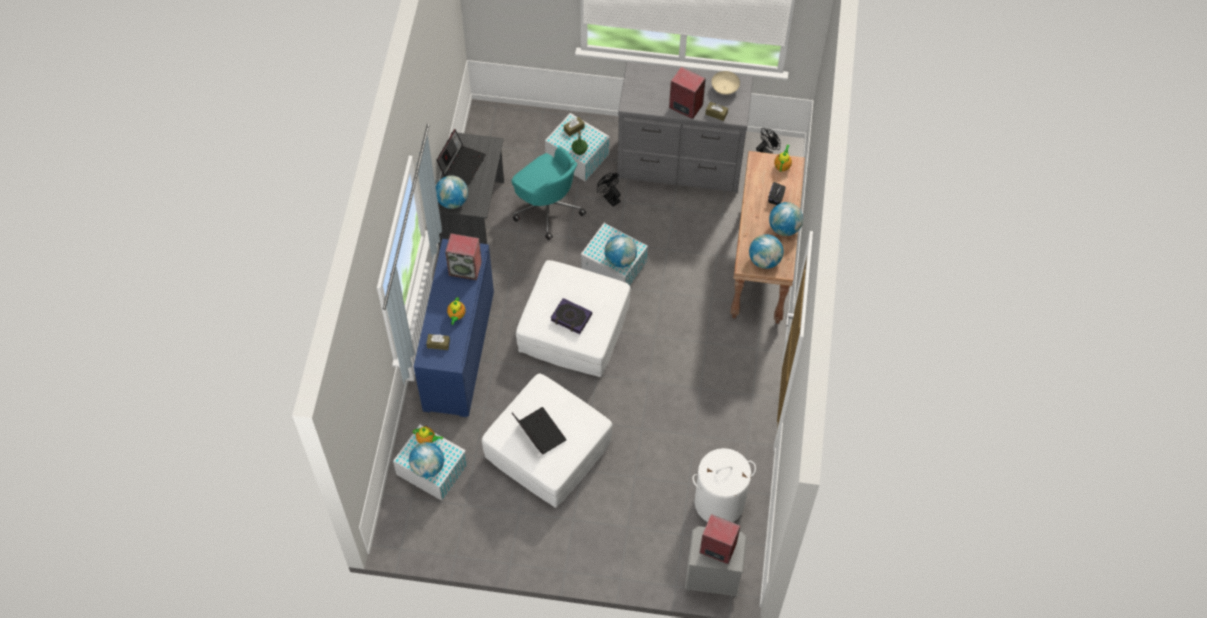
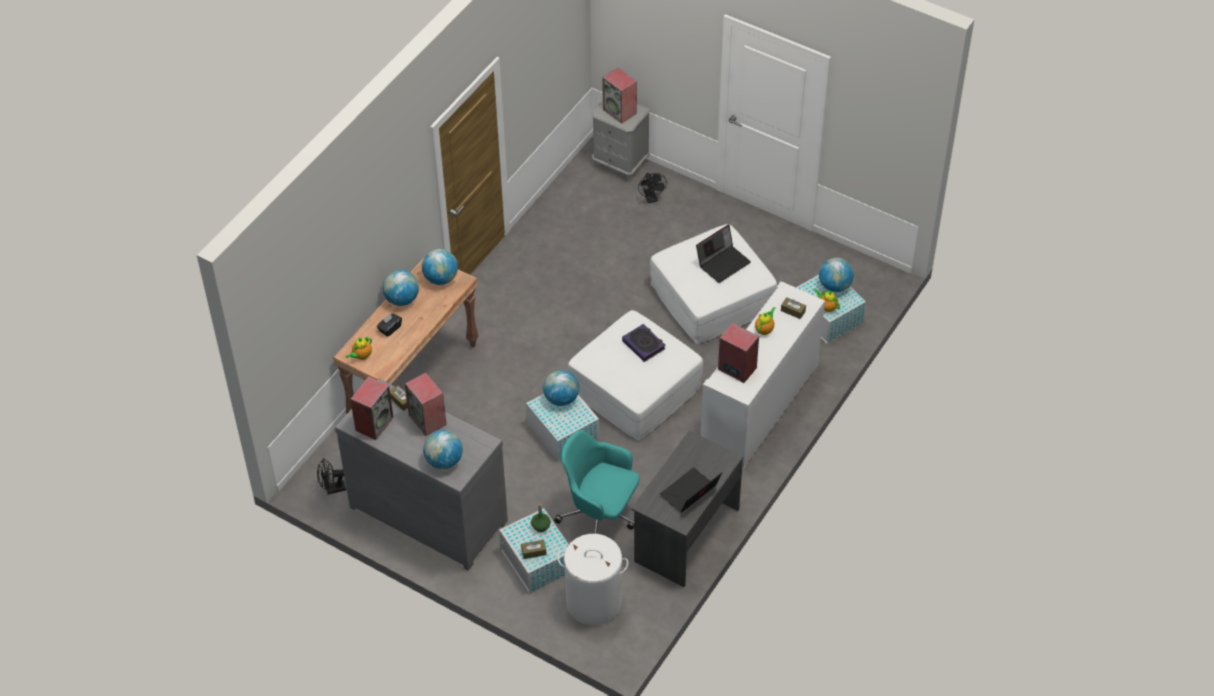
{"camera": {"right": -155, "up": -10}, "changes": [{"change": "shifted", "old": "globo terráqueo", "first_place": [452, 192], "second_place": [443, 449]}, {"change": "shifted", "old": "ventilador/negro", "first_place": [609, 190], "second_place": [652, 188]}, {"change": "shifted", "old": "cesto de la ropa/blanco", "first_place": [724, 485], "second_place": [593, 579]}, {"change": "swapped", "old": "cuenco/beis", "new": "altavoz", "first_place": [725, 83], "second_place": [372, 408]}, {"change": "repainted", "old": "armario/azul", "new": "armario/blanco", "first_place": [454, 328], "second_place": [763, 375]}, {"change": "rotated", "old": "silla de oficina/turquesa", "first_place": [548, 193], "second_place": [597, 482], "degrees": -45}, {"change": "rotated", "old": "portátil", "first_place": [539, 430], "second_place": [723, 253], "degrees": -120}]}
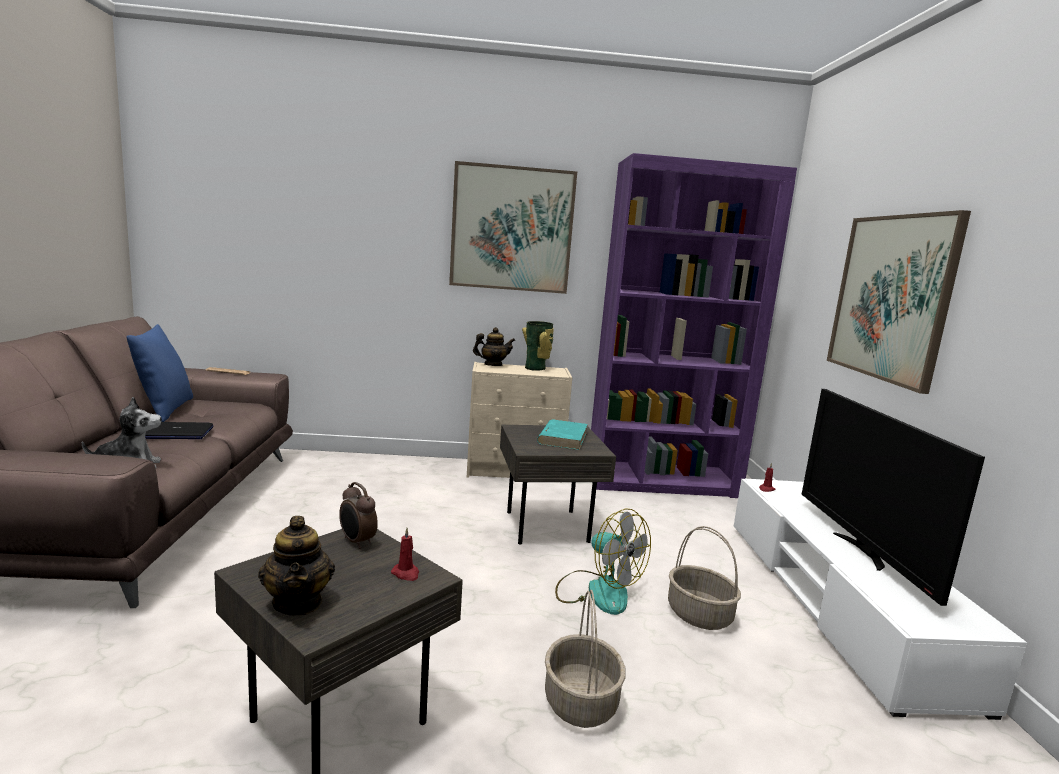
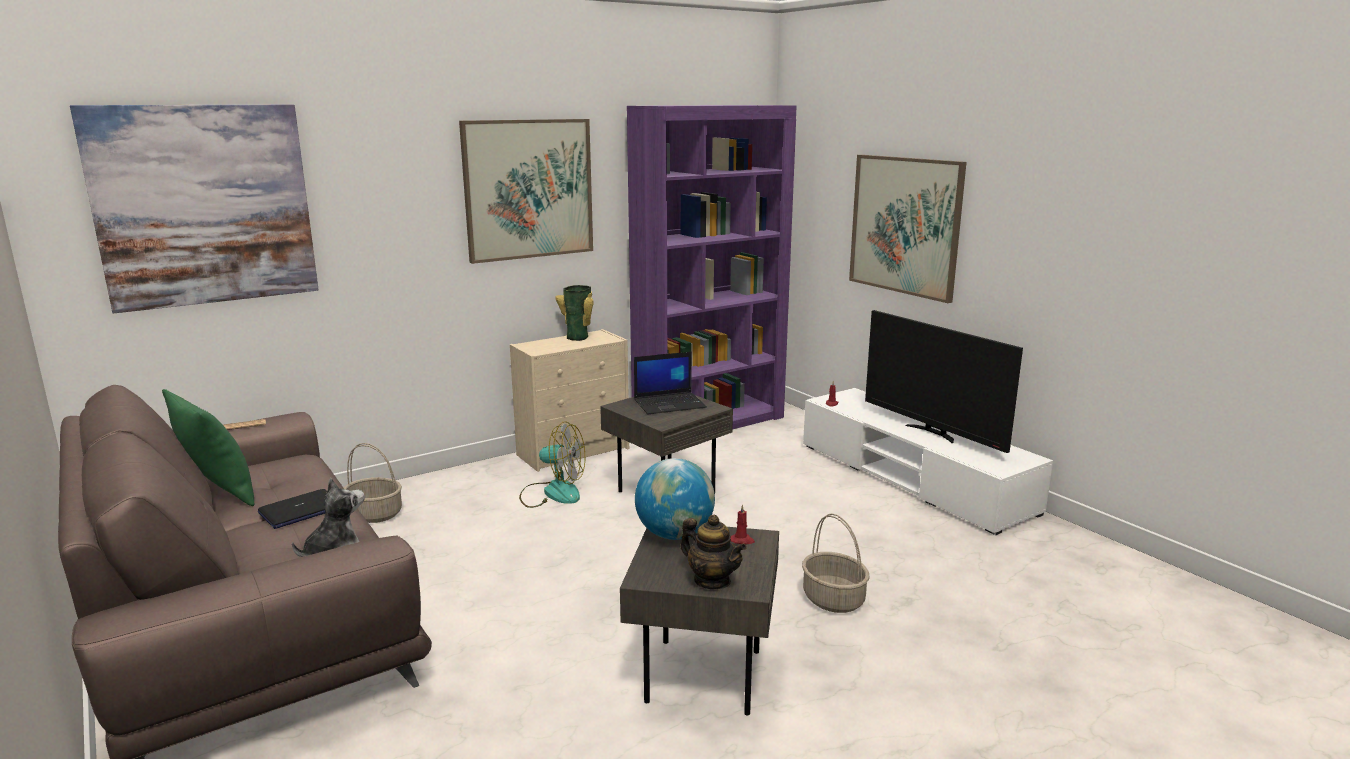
{"camera": {"right": -30, "up": 5}, "changes": [{"change": "gone", "old": "tetera", "first_place": [494, 346]}, {"change": "new", "new": "cuadro", "second_place": [194, 209]}, {"change": "shifted", "old": "ventilador", "first_place": [603, 561], "second_place": [552, 465]}, {"change": "shifted", "old": "cesta", "first_place": [704, 578], "second_place": [373, 483]}, {"change": "swapped", "old": "despertador", "new": "globo terráqueo", "first_place": [358, 515], "second_place": [675, 499]}, {"change": "swapped", "old": "libro/turquesa", "new": "portátil", "first_place": [562, 435], "second_place": [670, 383]}, {"change": "repainted", "old": "cojín/azul", "new": "cojín/verde", "first_place": [159, 373], "second_place": [208, 447]}]}
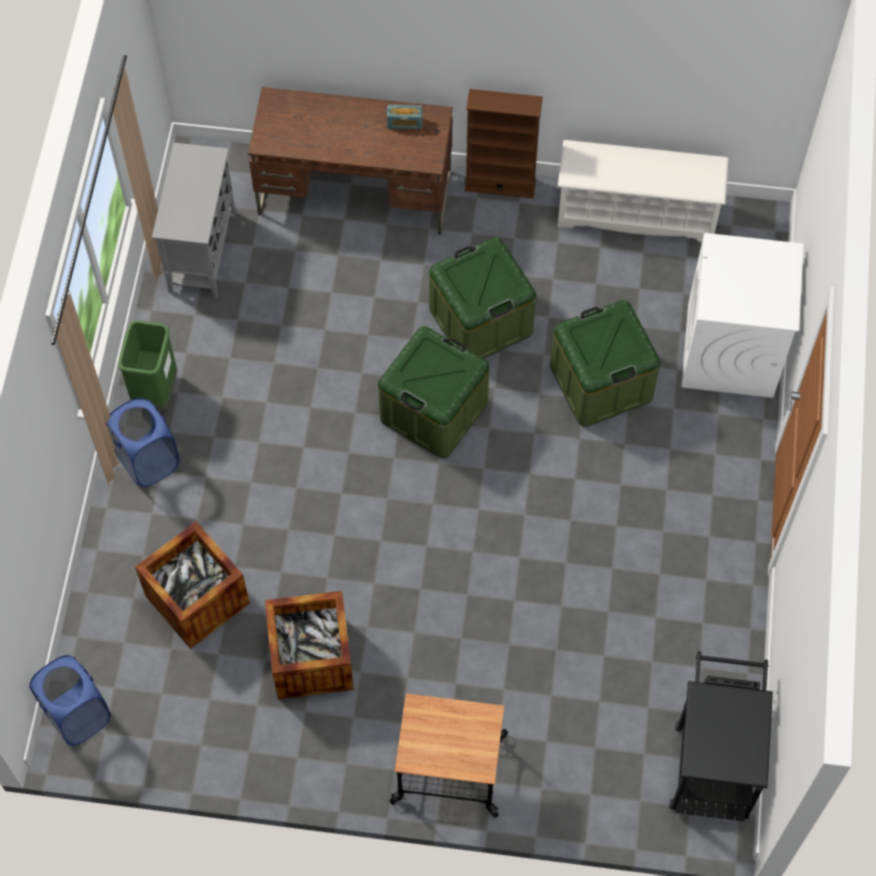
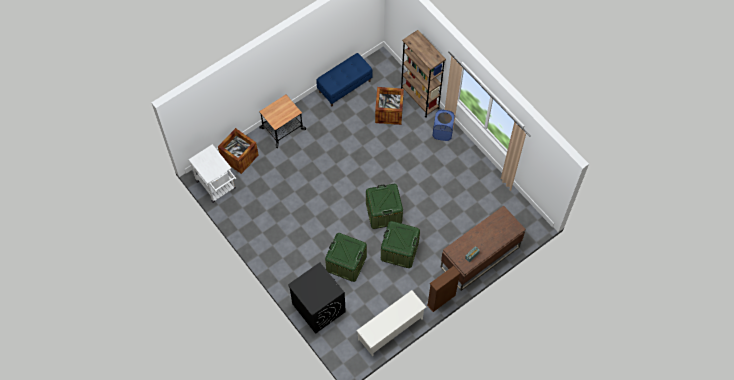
{"camera": {"right": 135, "up": 0}, "changes": [{"change": "gone", "old": "cesto de la ropa/azul", "first_place": [70, 700]}, {"change": "gone", "old": "papelera/verde", "first_place": [147, 365]}, {"change": "gone", "old": "armario/gris", "first_place": [194, 220]}, {"change": "new", "new": "banco/azul", "second_place": [344, 79]}, {"change": "new", "new": "estantería/marrón", "second_place": [423, 74]}, {"change": "shifted", "old": "caja de embalaje", "first_place": [309, 645], "second_place": [238, 151]}, {"change": "repainted", "old": "carrito/negro", "new": "carrito/blanco", "first_place": [721, 736], "second_place": [212, 173]}, {"change": "repainted", "old": "lavadora/blanco", "new": "lavadora/negro", "first_place": [742, 315], "second_place": [317, 298]}]}
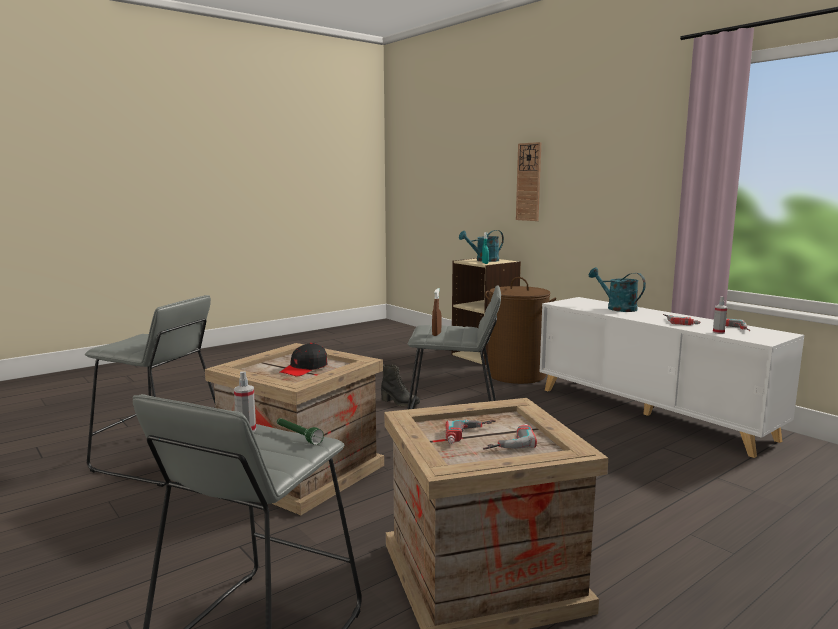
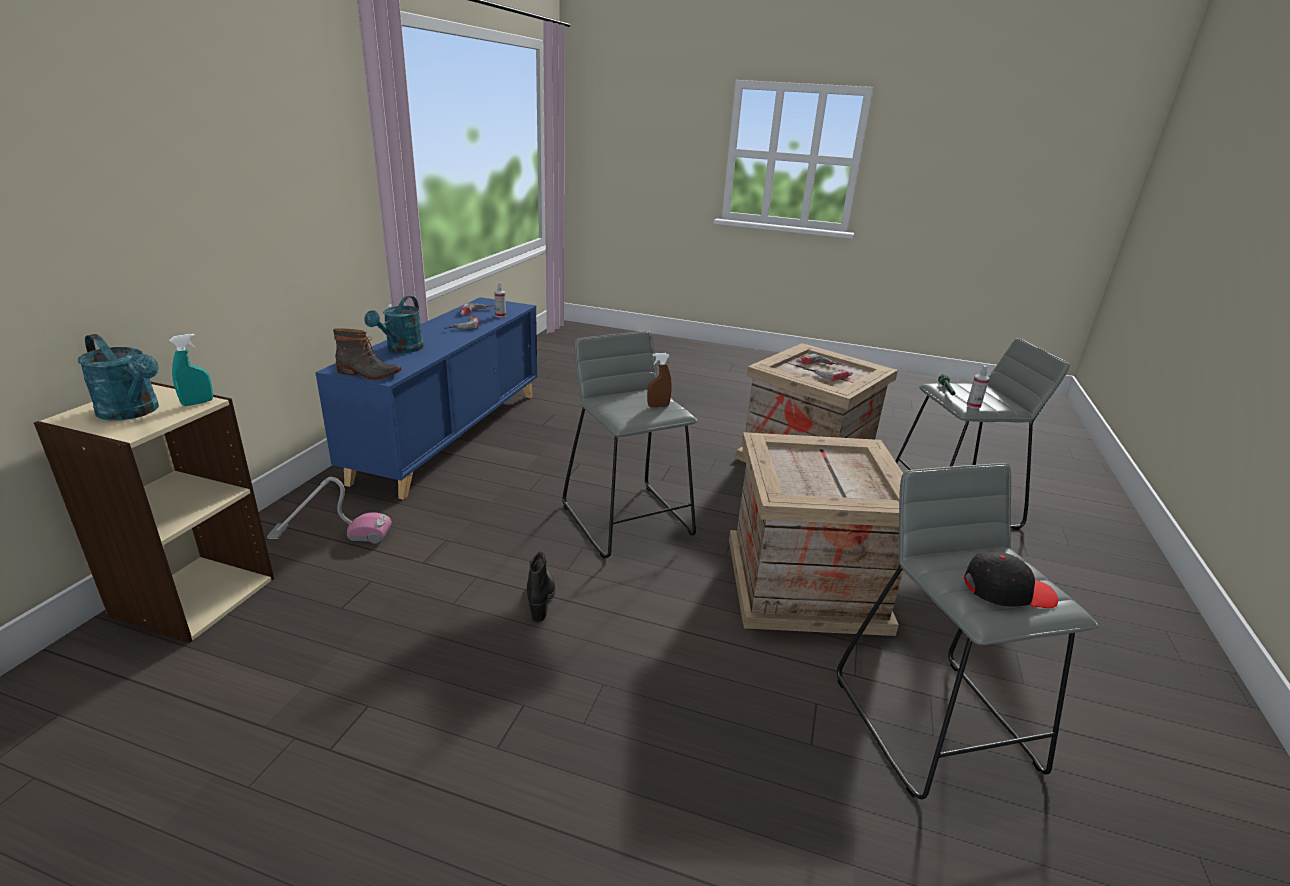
{"camera": {"right": -125, "up": 15}, "changes": [{"change": "gone", "old": "reloj de pared", "first_place": [528, 181]}, {"change": "new", "new": "bota", "second_place": [367, 354]}, {"change": "shifted", "old": "gorra/negro", "first_place": [303, 360], "second_place": [1011, 580]}, {"change": "swapped", "old": "cesto de la ropa/marrón", "new": "aspiradora", "first_place": [520, 330], "second_place": [329, 510]}, {"change": "repainted", "old": "armario/blanco", "new": "armario/azul", "first_place": [671, 377], "second_place": [426, 398]}]}
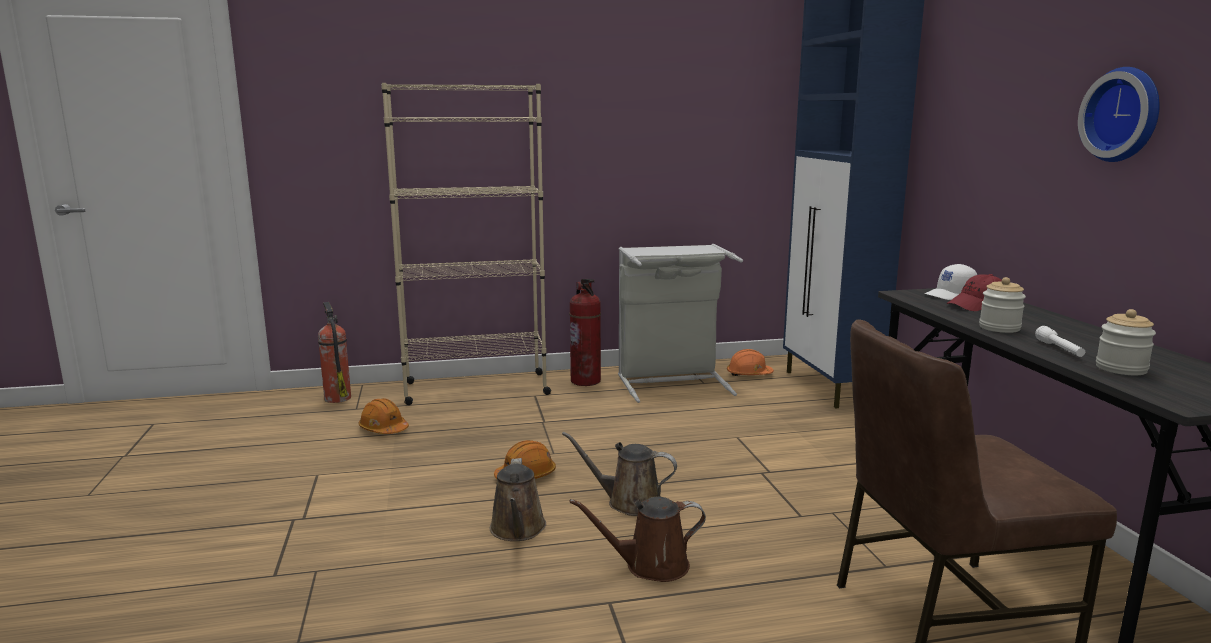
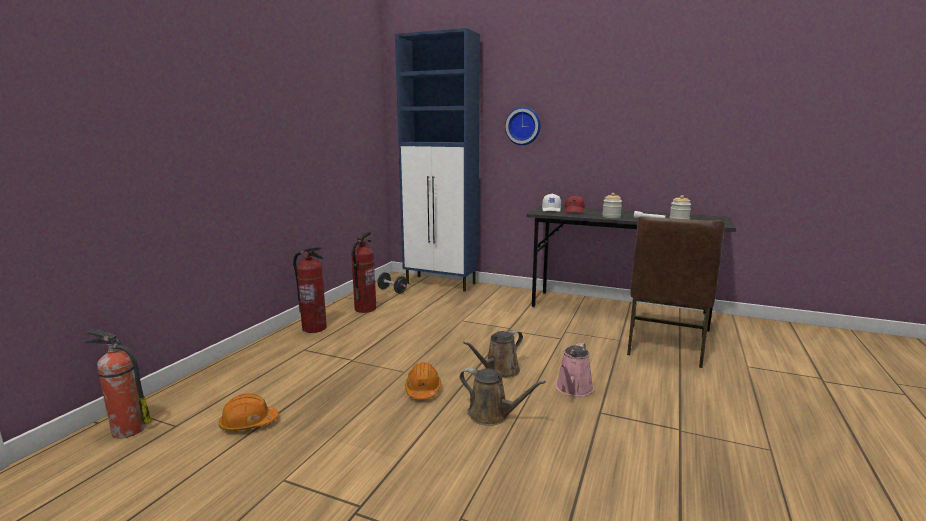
{"camera": {"right": -55, "up": 0}, "changes": [{"change": "gone", "old": "estantería/beis", "first_place": [466, 244]}, {"change": "shifted", "old": "reloj de pared", "first_place": [1119, 114], "second_place": [523, 126]}, {"change": "swapped", "old": "cesto de la ropa/gris", "new": "extintor", "first_place": [680, 323], "second_place": [363, 272]}, {"change": "swapped", "old": "casco/naranja", "new": "mancuerna/negro", "first_place": [750, 362], "second_place": [392, 283]}, {"change": "repainted", "old": "regadera/marrón", "new": "regadera/rosa", "first_place": [637, 539], "second_place": [575, 369]}]}
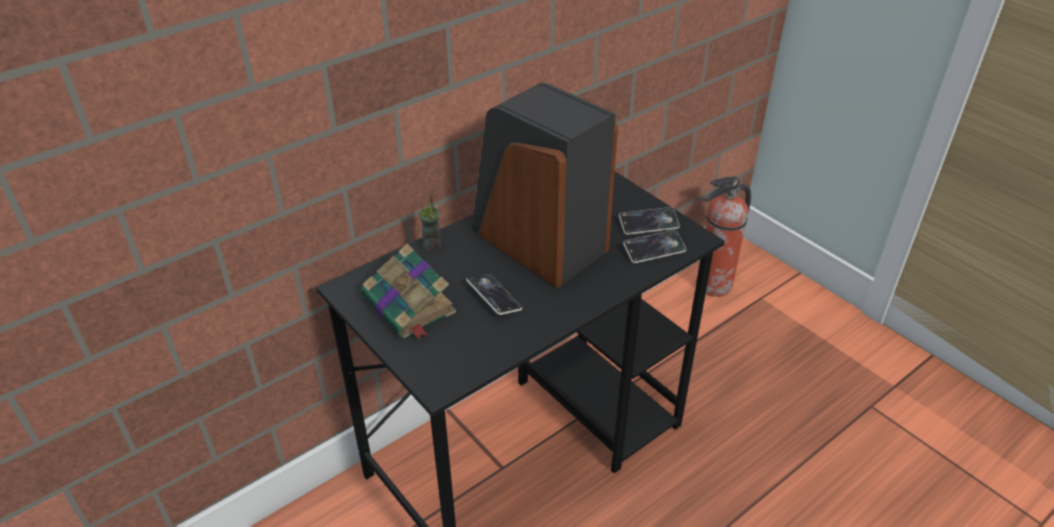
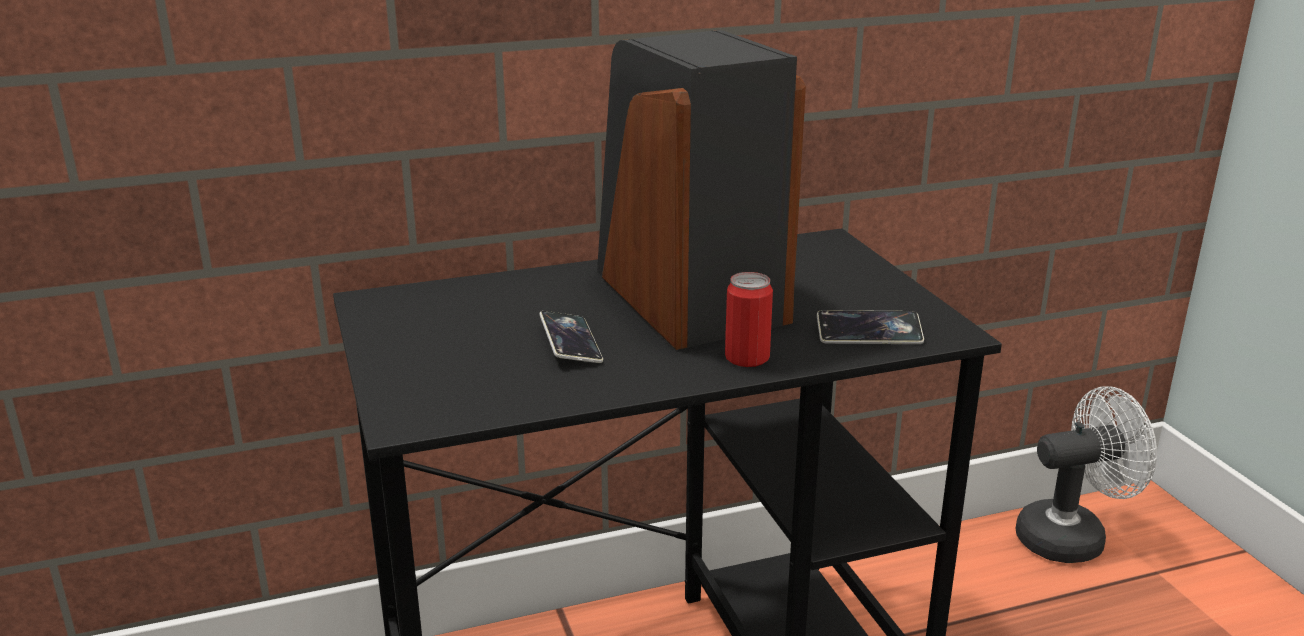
{"camera": {"right": 20, "up": -15}, "changes": [{"change": "gone", "old": "libro", "first_place": [408, 291]}, {"change": "gone", "old": "taza", "first_place": [429, 223]}, {"change": "gone", "old": "móvil", "first_place": [649, 221]}, {"change": "new", "new": "lata", "second_place": [749, 319]}, {"change": "swapped", "old": "extintor", "new": "ventilador/blanco", "first_place": [723, 236], "second_place": [1086, 474]}]}
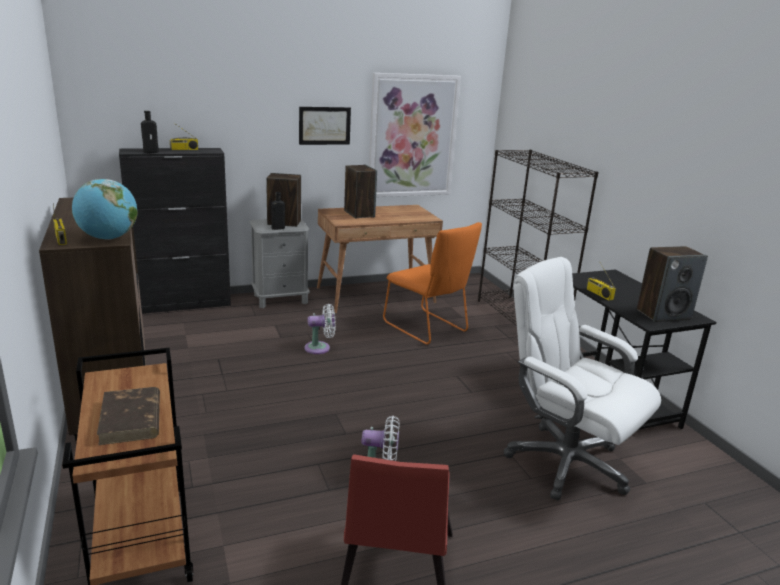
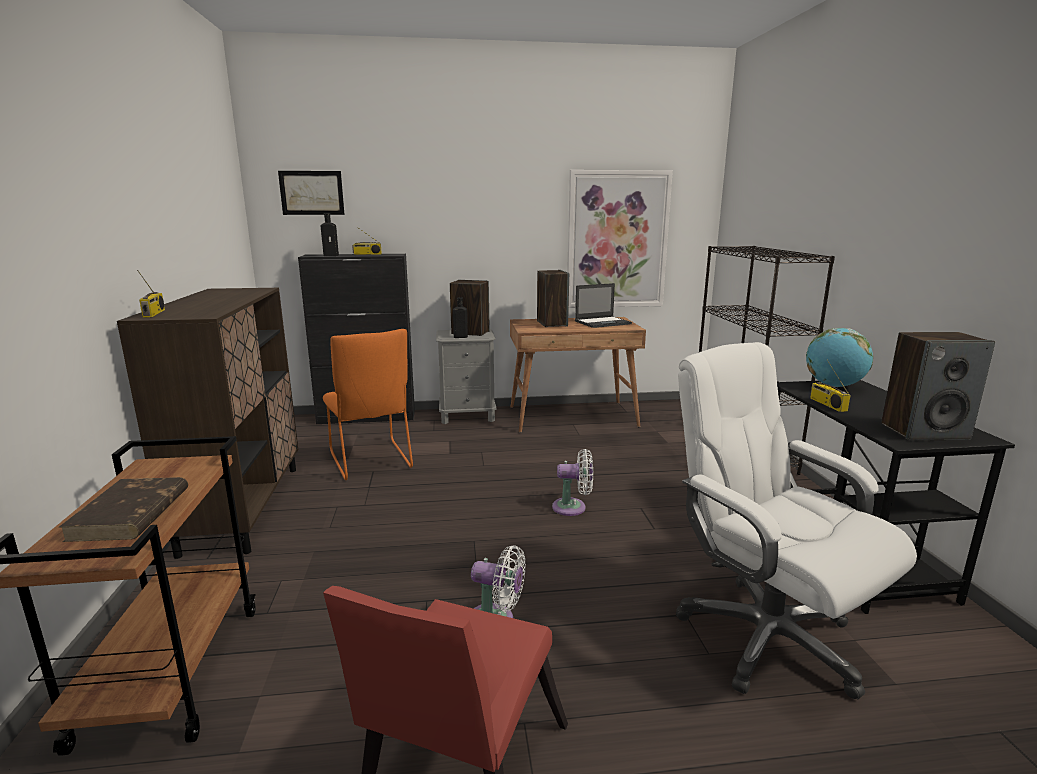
{"camera": {"right": 15, "up": -5}, "changes": [{"change": "new", "new": "portátil", "second_place": [603, 305]}, {"change": "shifted", "old": "globo terráqueo", "first_place": [105, 209], "second_place": [839, 357]}, {"change": "shifted", "old": "cuadro", "first_place": [325, 126], "second_place": [311, 193]}, {"change": "shifted", "old": "ventilador/blanco", "first_place": [320, 329], "second_place": [572, 482]}, {"change": "shifted", "old": "silla/naranja", "first_place": [432, 283], "second_place": [368, 404]}]}
